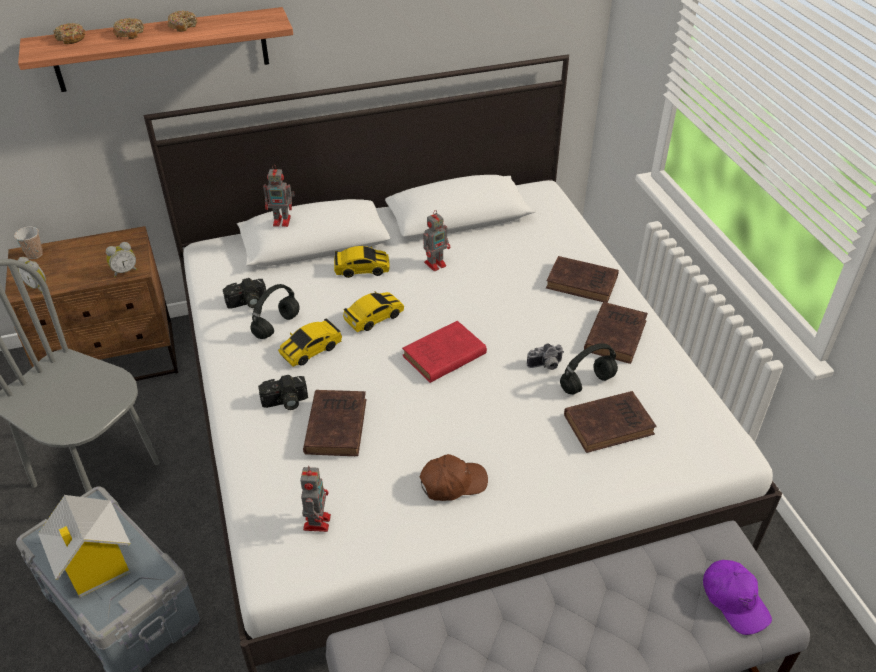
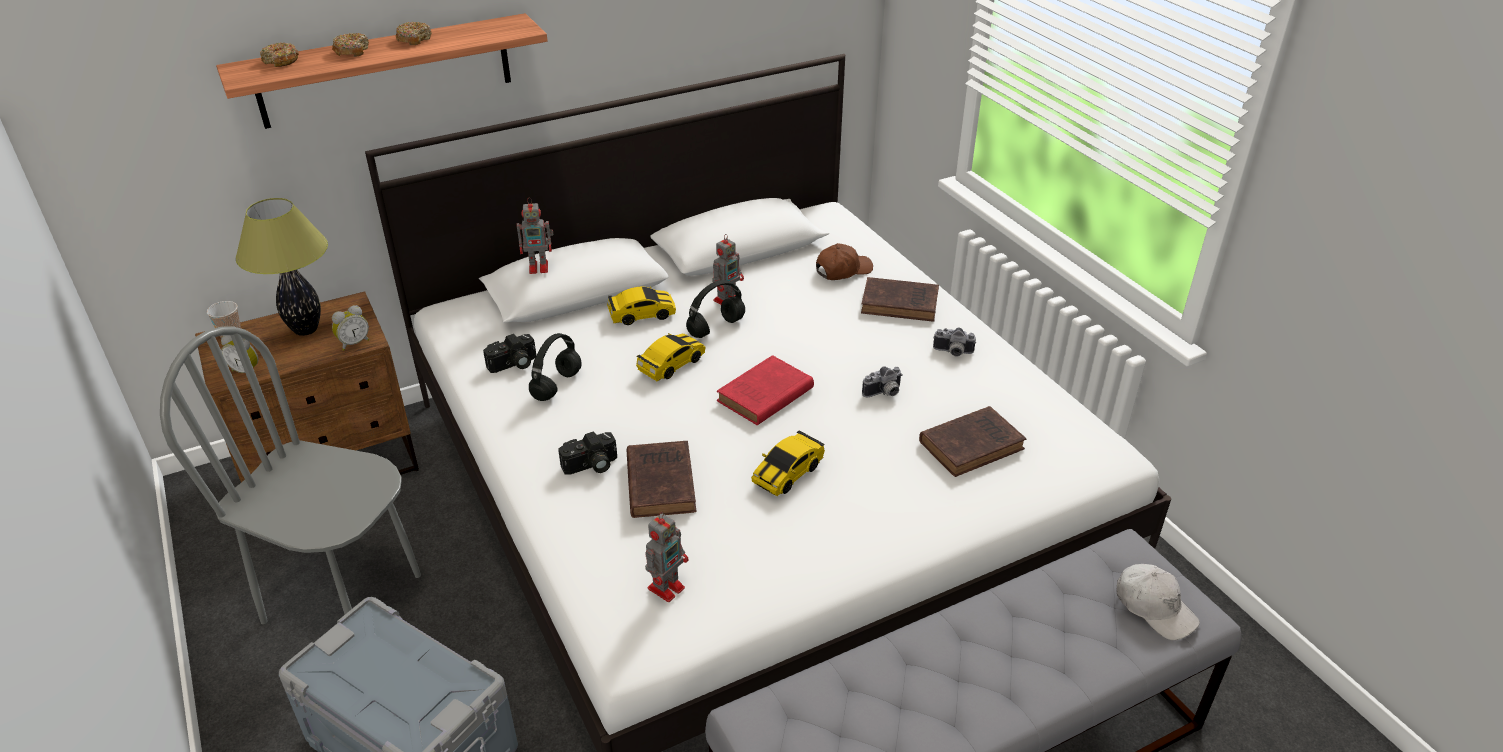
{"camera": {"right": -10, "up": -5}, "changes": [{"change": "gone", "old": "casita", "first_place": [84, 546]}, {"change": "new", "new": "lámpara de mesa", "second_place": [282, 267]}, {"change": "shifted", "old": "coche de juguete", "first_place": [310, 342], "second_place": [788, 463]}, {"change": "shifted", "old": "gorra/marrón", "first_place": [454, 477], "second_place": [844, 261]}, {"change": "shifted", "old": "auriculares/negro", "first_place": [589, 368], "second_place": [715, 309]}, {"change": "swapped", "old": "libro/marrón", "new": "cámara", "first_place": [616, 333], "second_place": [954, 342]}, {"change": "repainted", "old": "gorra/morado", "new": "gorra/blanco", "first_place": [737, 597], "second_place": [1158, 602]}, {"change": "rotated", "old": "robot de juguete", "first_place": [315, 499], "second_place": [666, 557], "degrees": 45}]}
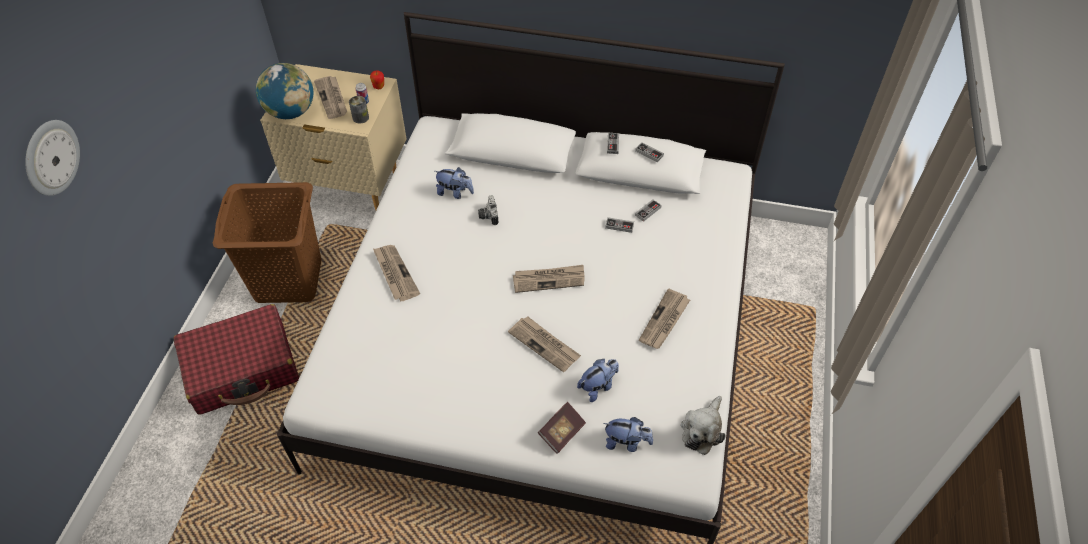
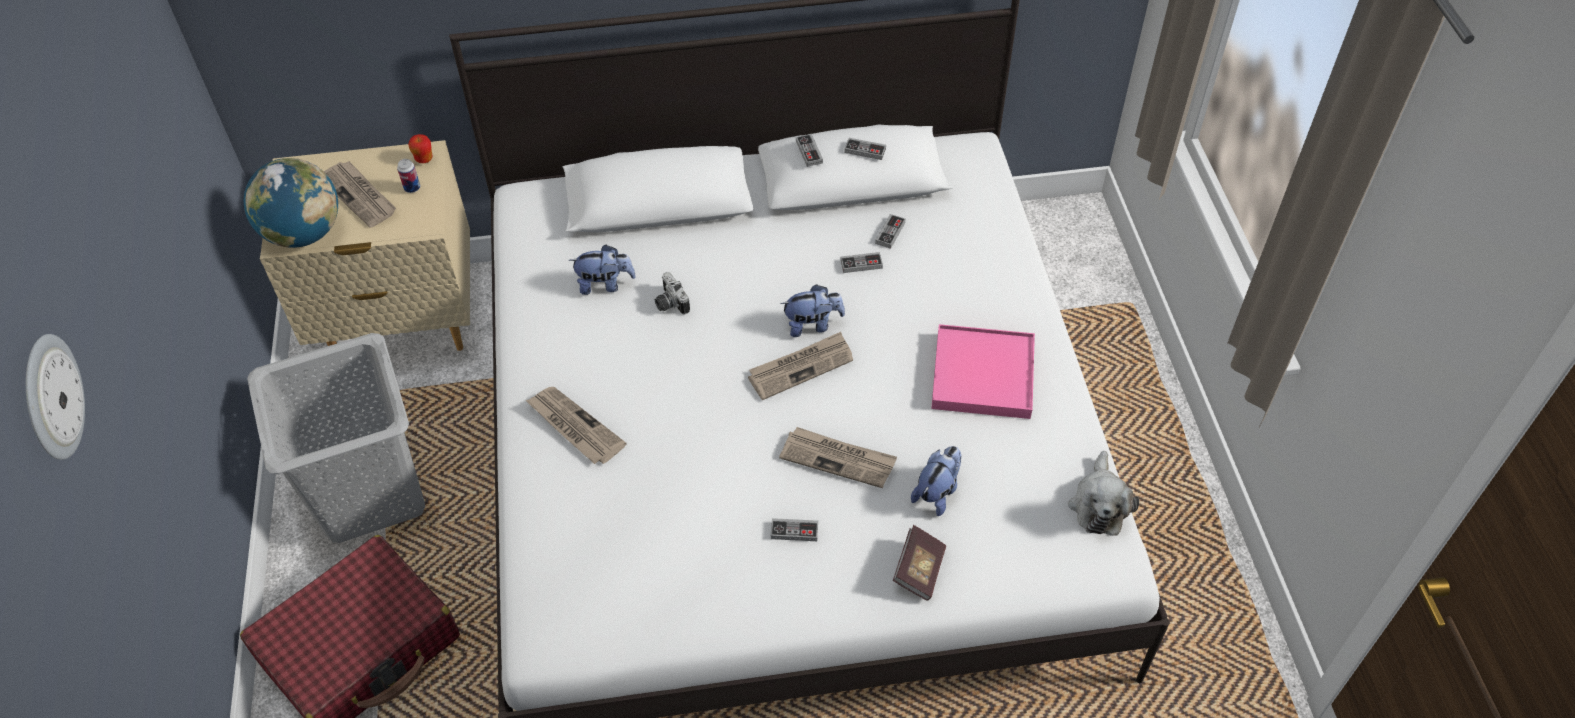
{"camera": {"right": -20, "up": 0}, "changes": [{"change": "gone", "old": "lata", "first_place": [359, 109]}, {"change": "new", "new": "mando de consola", "second_place": [794, 529]}, {"change": "shifted", "old": "peluche", "first_place": [628, 434], "second_place": [812, 310]}, {"change": "swapped", "old": "periódico", "new": "bandeja/rosa", "first_place": [664, 319], "second_place": [983, 371]}, {"change": "repainted", "old": "cesto de la ropa/marrón", "new": "cesto de la ropa/gris", "first_place": [267, 242], "second_place": [336, 438]}]}
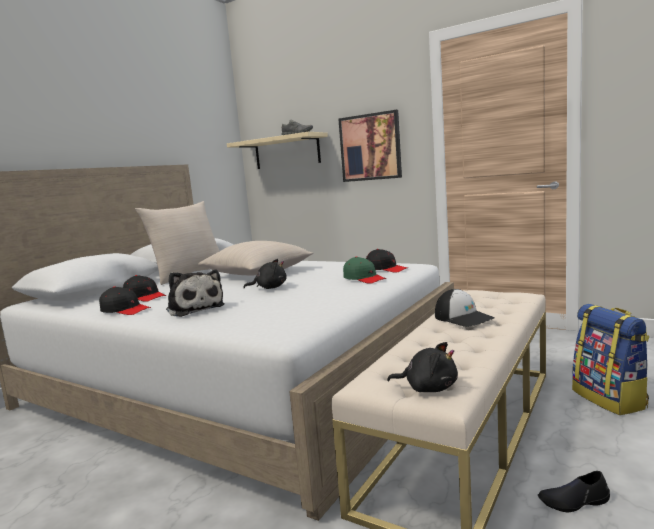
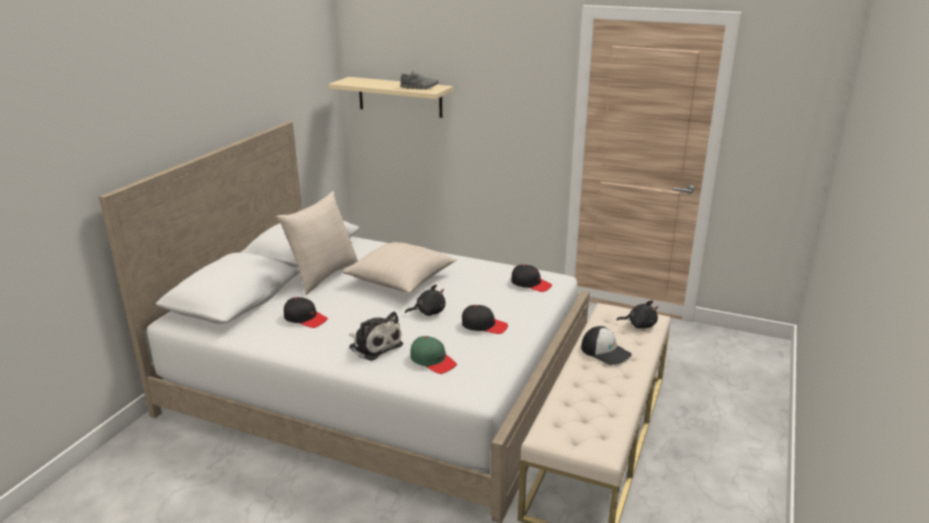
{"camera": {"right": -10, "up": 15}, "changes": [{"change": "gone", "old": "cuadro", "first_place": [370, 146]}, {"change": "gone", "old": "zapato/negro", "first_place": [574, 491]}, {"change": "gone", "old": "mochila", "first_place": [610, 359]}, {"change": "shifted", "old": "gorra/negro", "first_place": [125, 300], "second_place": [485, 319]}, {"change": "shifted", "old": "gorra/verde", "first_place": [364, 270], "second_place": [433, 355]}, {"change": "shifted", "old": "peluche/negro", "first_place": [422, 367], "second_place": [637, 314]}]}
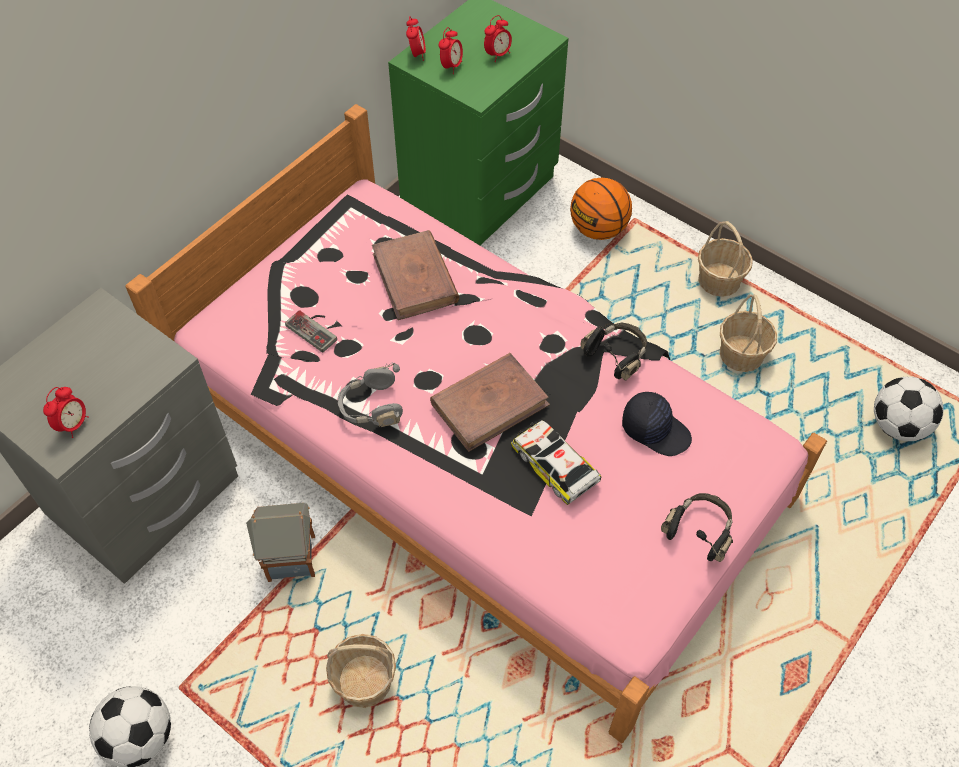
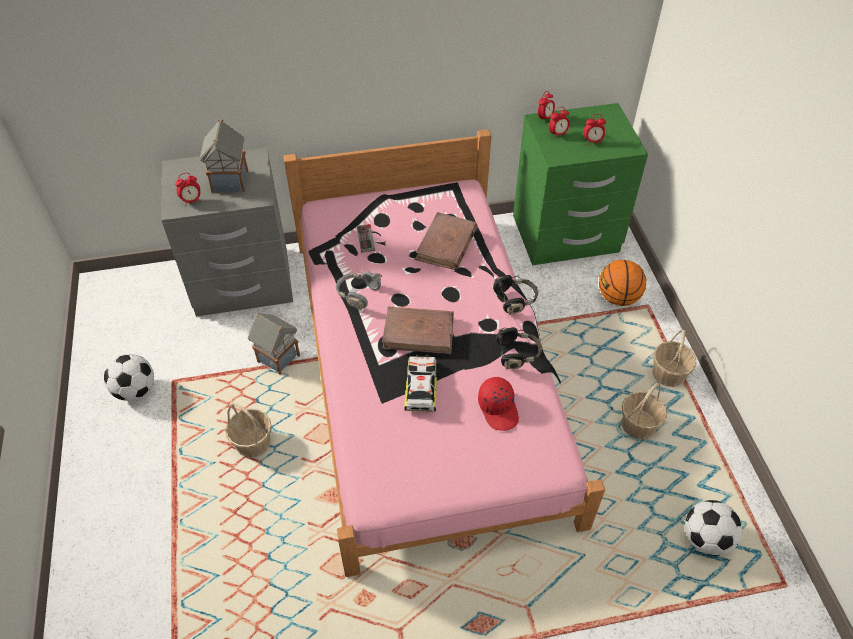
{"camera": {"right": 40, "up": -5}, "changes": [{"change": "new", "new": "casita", "second_place": [223, 156]}, {"change": "shifted", "old": "auriculares/negro", "first_place": [697, 527], "second_place": [515, 295]}, {"change": "repainted", "old": "gorra/negro", "new": "gorra/rojo", "first_place": [657, 424], "second_place": [498, 404]}]}
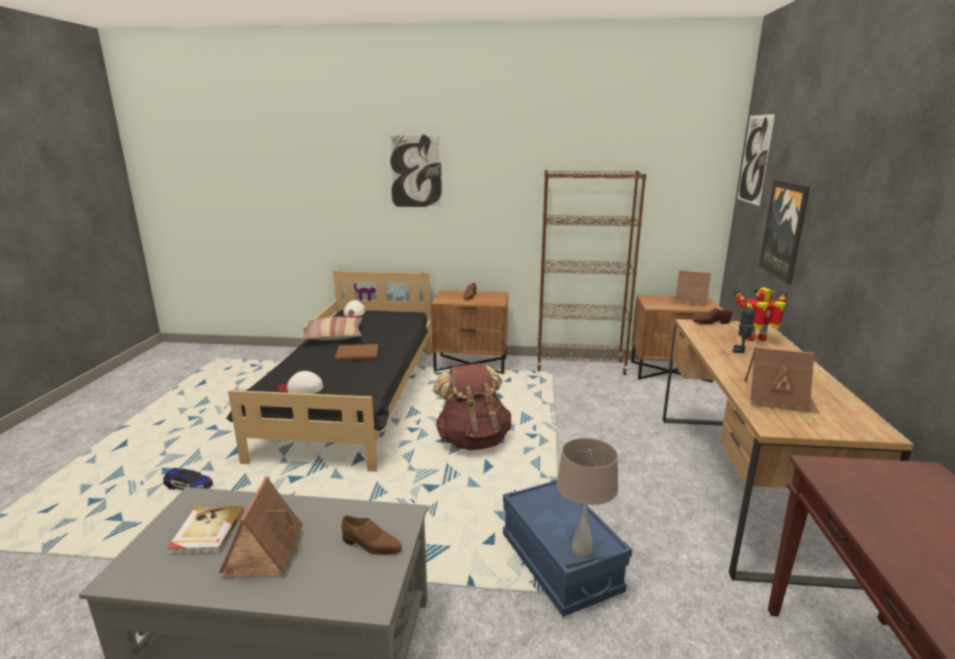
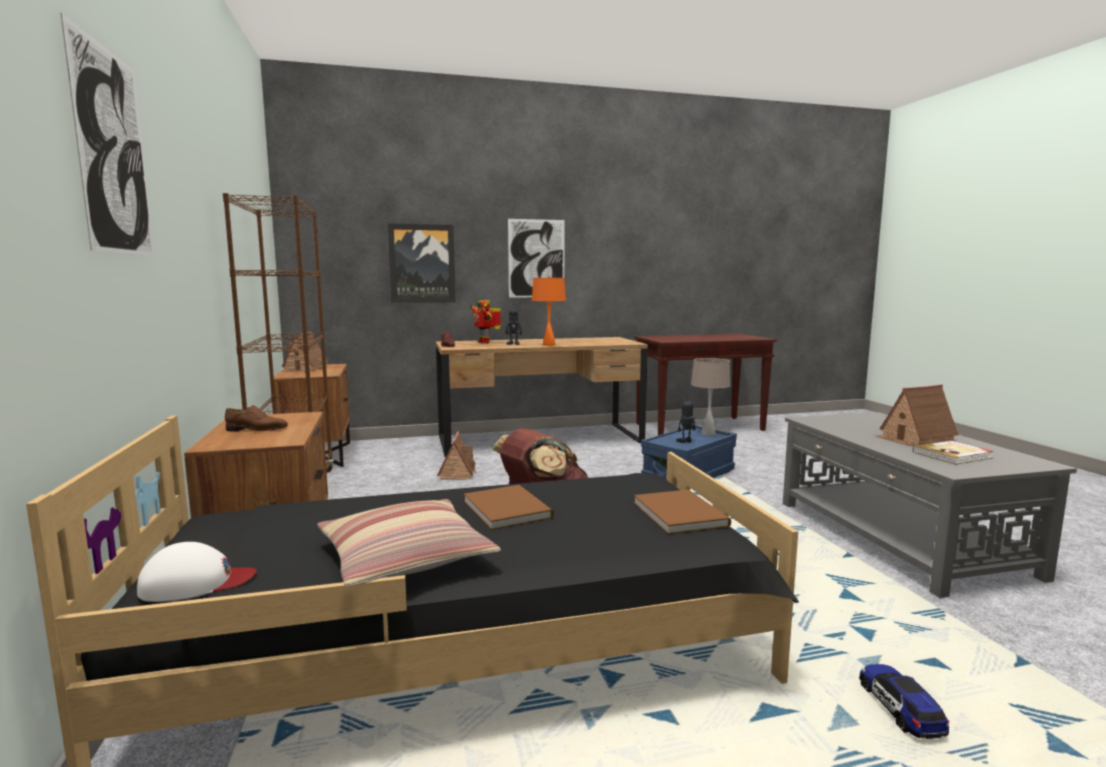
{"camera": {"right": -110, "up": -10}, "changes": [{"change": "gone", "old": "zapato/marrón", "first_place": [372, 535]}, {"change": "new", "new": "lámpara de mesa/naranja", "second_place": [549, 311]}, {"change": "new", "new": "robot de juguete", "second_place": [686, 421]}, {"change": "shifted", "old": "cuadro", "first_place": [756, 160], "second_place": [536, 258]}, {"change": "shifted", "old": "casita", "first_place": [782, 380], "second_place": [456, 456]}, {"change": "swapped", "old": "gorra/blanco", "new": "libro/marrón", "first_place": [300, 382], "second_place": [682, 512]}]}
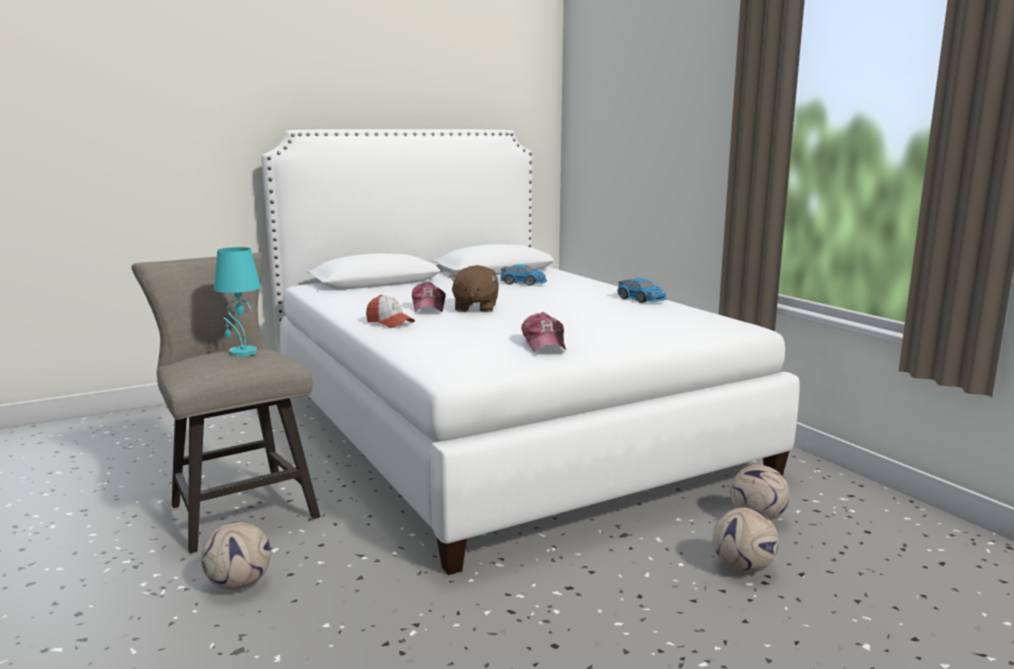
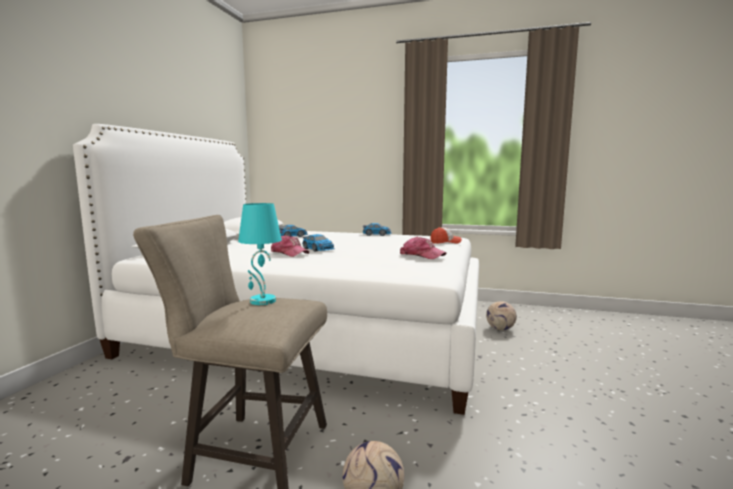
{"camera": {"right": -45, "up": -5}, "changes": [{"change": "gone", "old": "balón de fútbol", "first_place": [745, 540]}, {"change": "shifted", "old": "gorra", "first_place": [390, 311], "second_place": [446, 235]}, {"change": "swapped", "old": "peluche/marrón", "new": "coche de juguete", "first_place": [474, 288], "second_place": [318, 243]}]}
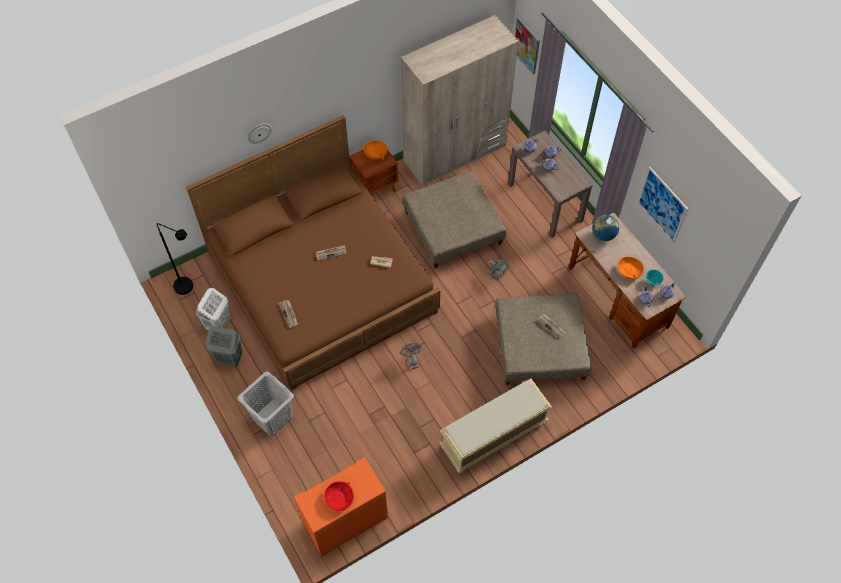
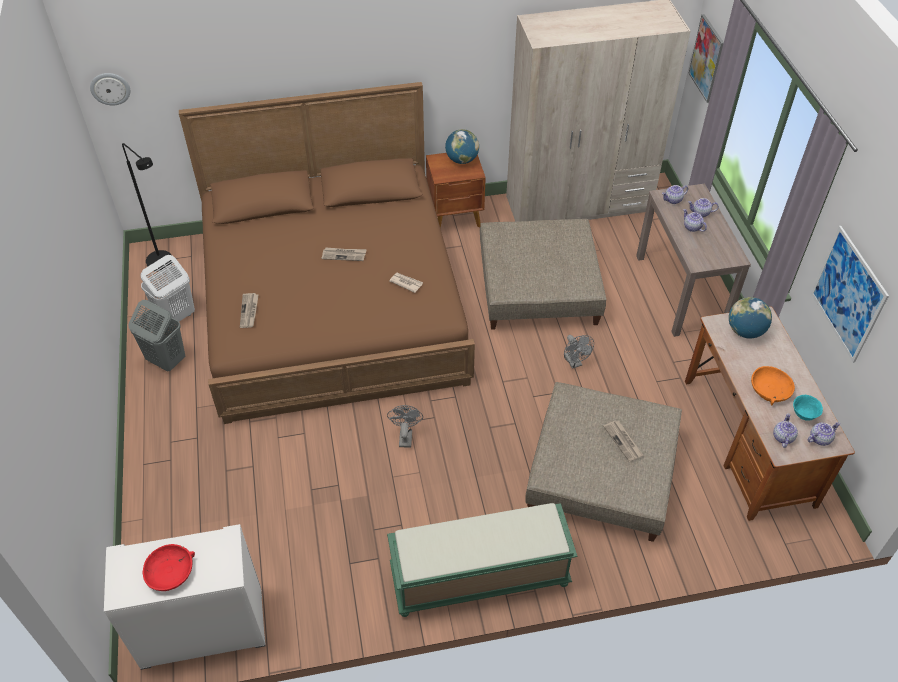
{"camera": {"right": 20, "up": -10}, "changes": [{"change": "gone", "old": "cesto de la ropa/gris", "first_place": [265, 404]}, {"change": "shifted", "old": "reloj de pared", "first_place": [260, 133], "second_place": [110, 89]}, {"change": "swapped", "old": "cuenco/naranja", "new": "globo terráqueo", "first_place": [375, 150], "second_place": [462, 146]}, {"change": "repainted", "old": "cómoda/naranja", "new": "cómoda/blanco", "first_place": [341, 507], "second_place": [185, 597]}, {"change": "repainted", "old": "banco/beis", "new": "banco/verde", "first_place": [495, 426], "second_place": [482, 560]}]}
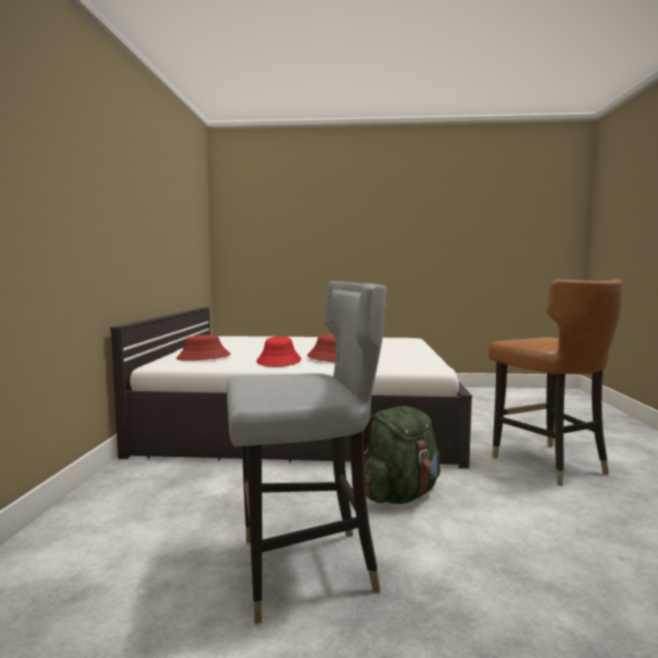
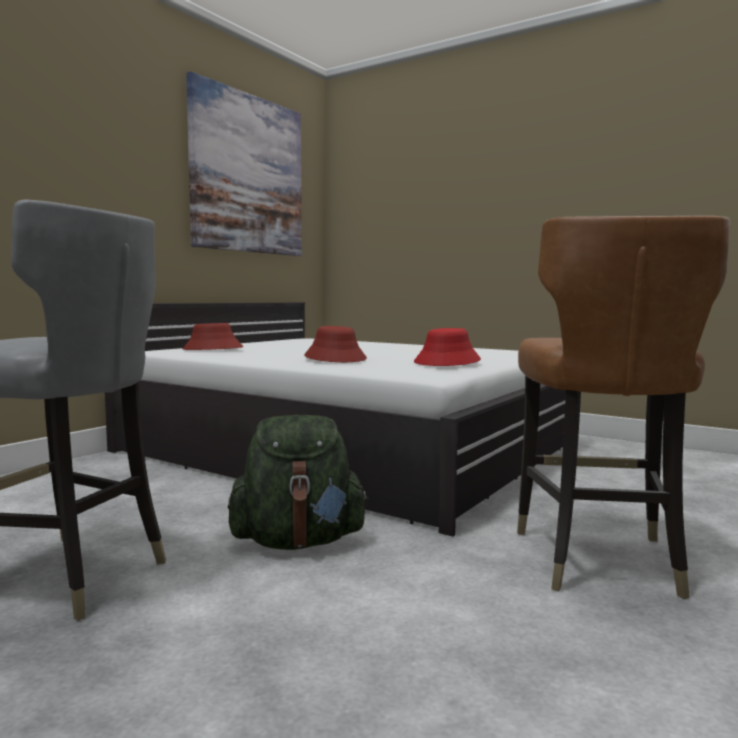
{"camera": {"right": 30, "up": 0}, "changes": [{"change": "new", "new": "cuadro", "second_place": [244, 163]}, {"change": "shifted", "old": "sombrero/rojo", "first_place": [279, 351], "second_place": [447, 347]}]}
